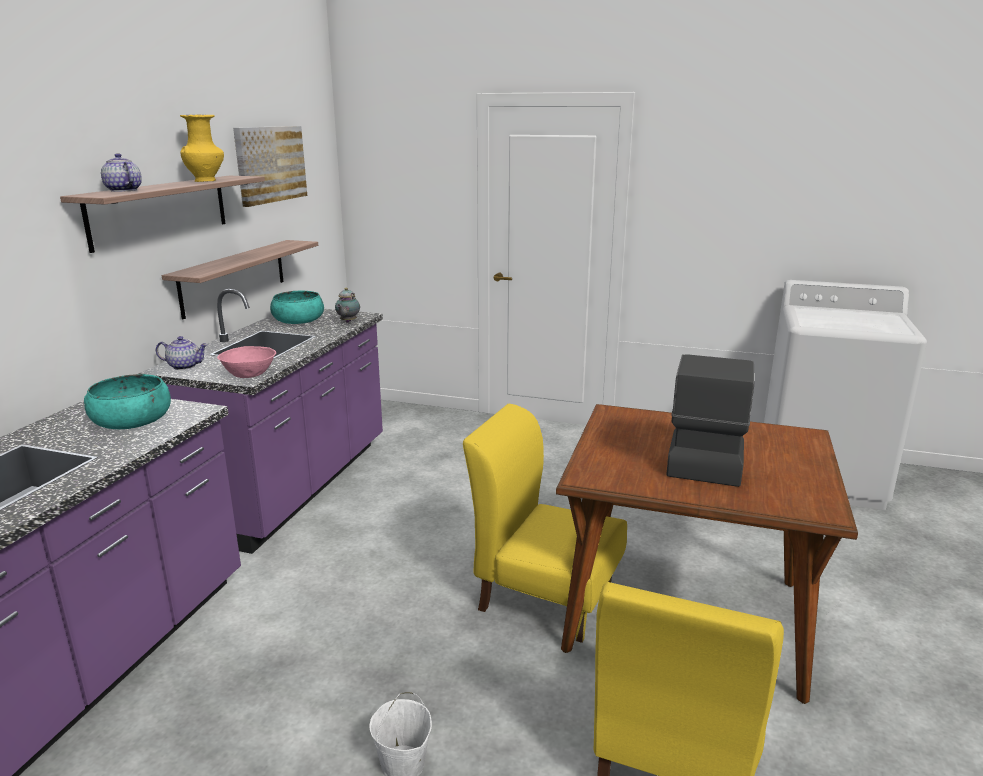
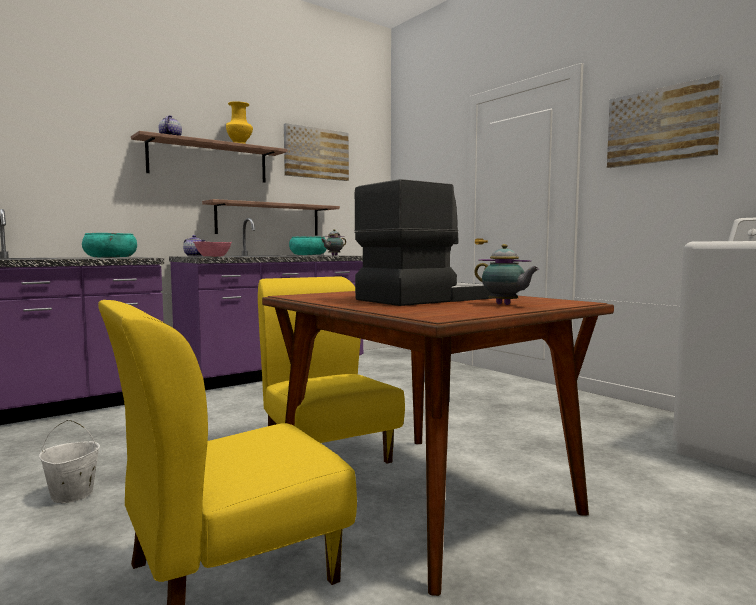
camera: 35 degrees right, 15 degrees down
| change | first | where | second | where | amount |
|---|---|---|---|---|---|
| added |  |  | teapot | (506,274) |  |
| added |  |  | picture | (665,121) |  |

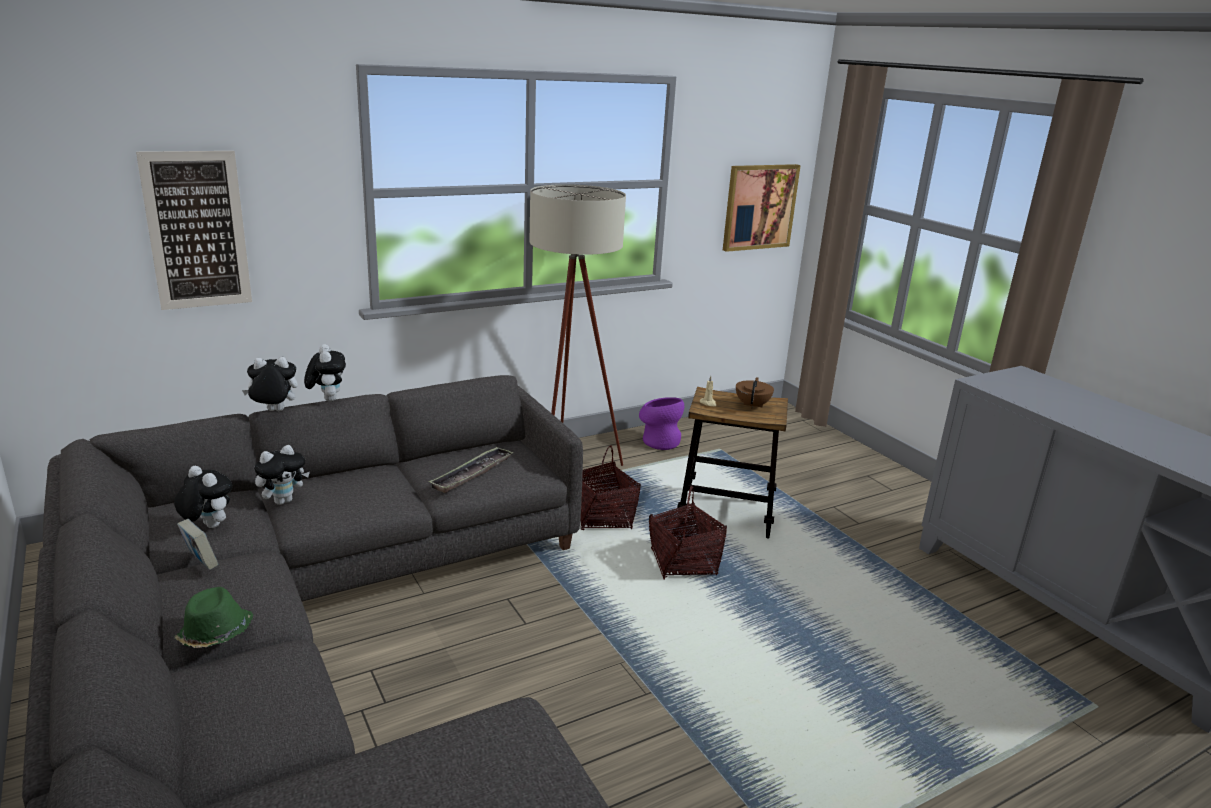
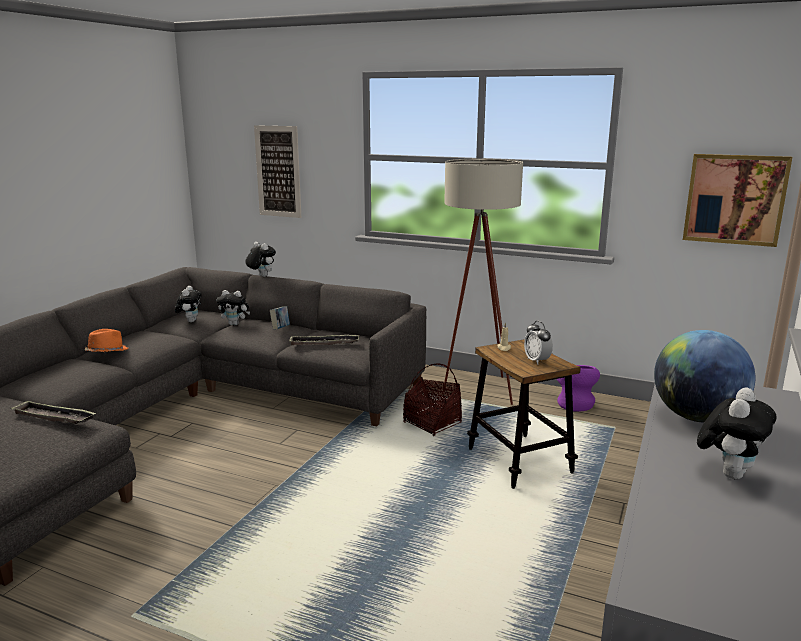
camera: 55 degrees right, 5 degrees down
| change | first | where | second | where | amount |
|---|---|---|---|---|---|
| added |  |  | tray | (53,412) |  |
| recoloured | hat (green) | (214,617) | hat (orange) | (106,340) |  |
| moved | book | (198,544) |  | (280,318) |  |
| replaced | teapot (brown) | (755,393) | alarm clock | (538,342) |  |
| added |  |  | globe | (704,376) |  |
| moved | plush toy | (325,372) |  | (737,433) |  |
| removed | basket | (688,533) |  |  |  |

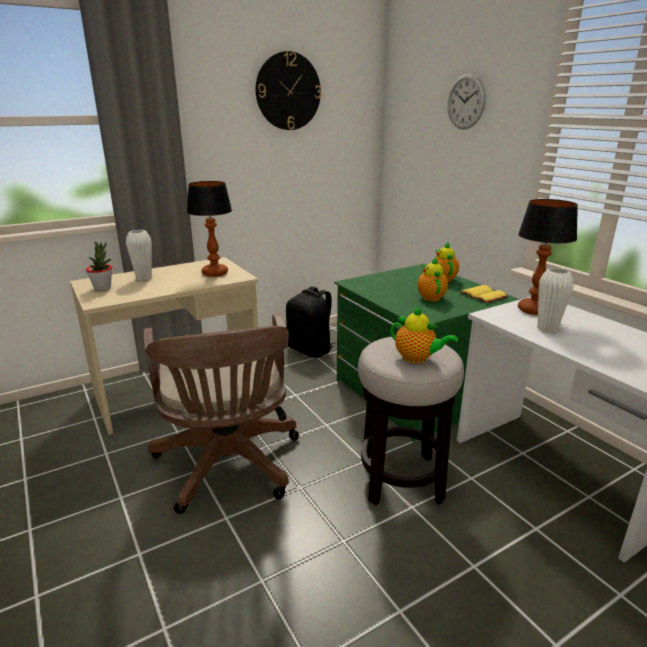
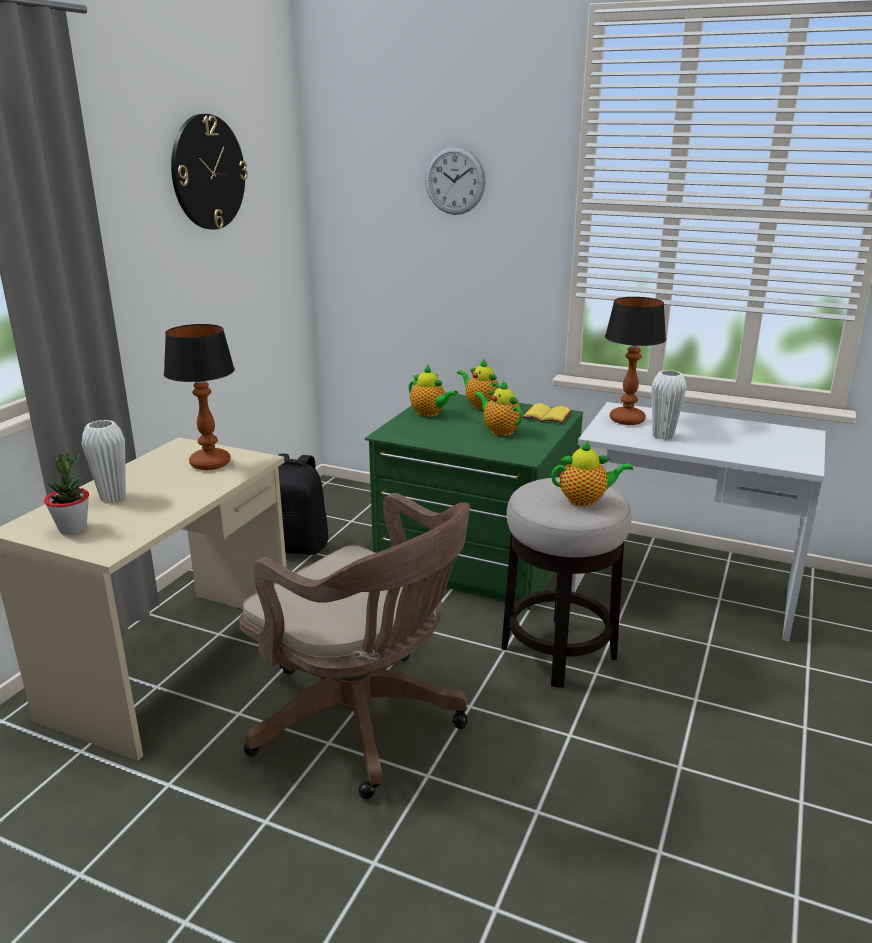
camera: 35 degrees left, 0 degrees up
| change | first | where | second | where | amount |
|---|---|---|---|---|---|
| added |  |  | teapot | (433,391) |  |

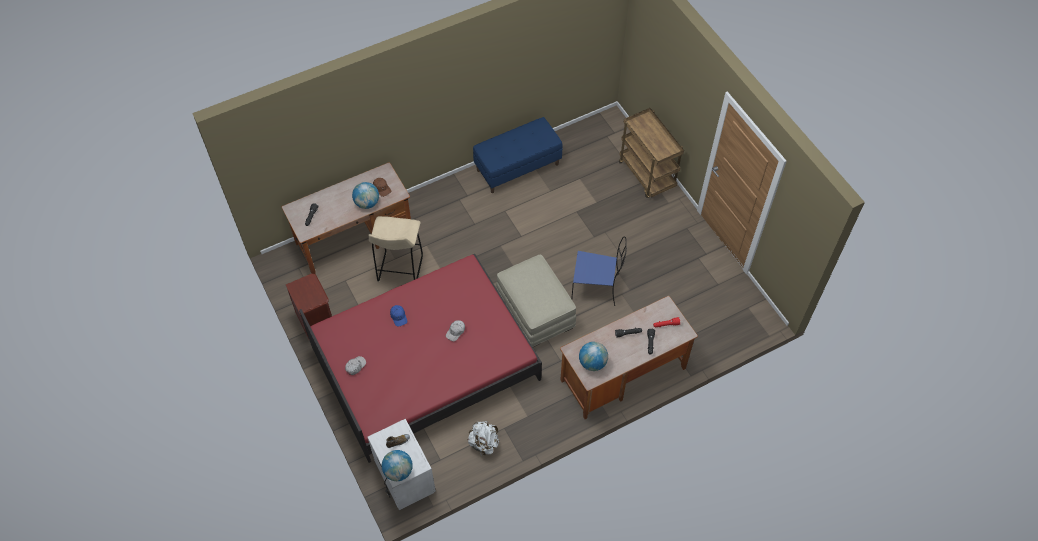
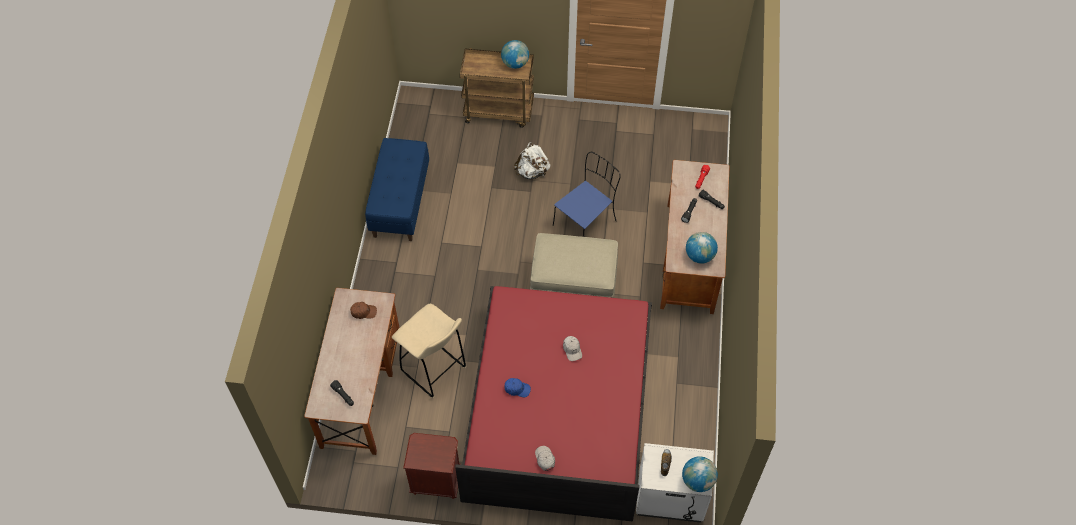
camera: 55 degrees left, 0 degrees up
| change | first | where | second | where | amount |
|---|---|---|---|---|---|
| moved | globe | (365,195) |  | (515,54) |  |
| moved | backpack (white) | (483,438) |  | (532,160) |  |

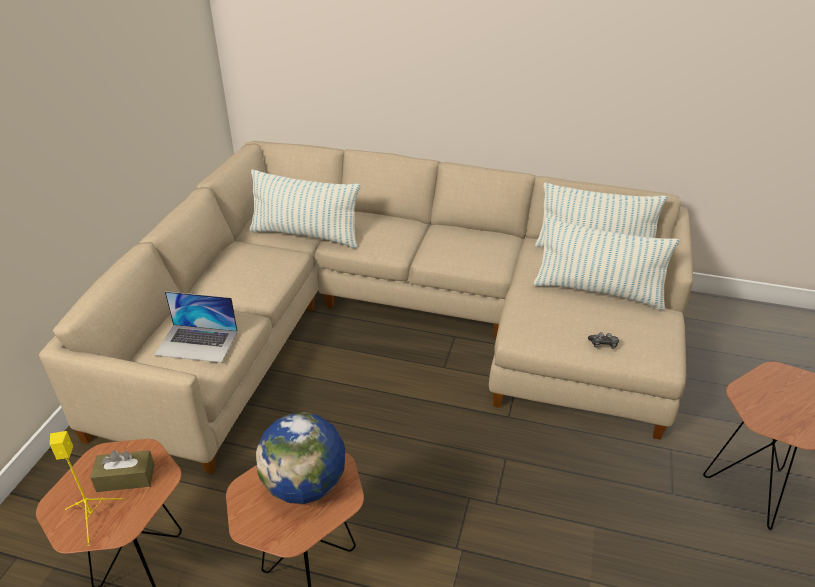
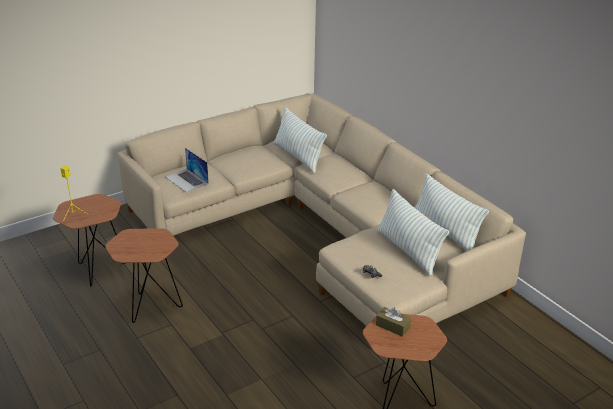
camera: 40 degrees right, 5 degrees down
| change | first | where | second | where | amount |
|---|---|---|---|---|---|
| moved | tissue box (brown) | (122,471) |  | (393,322) |  |
| removed | globe | (300,458) |  |  |  |

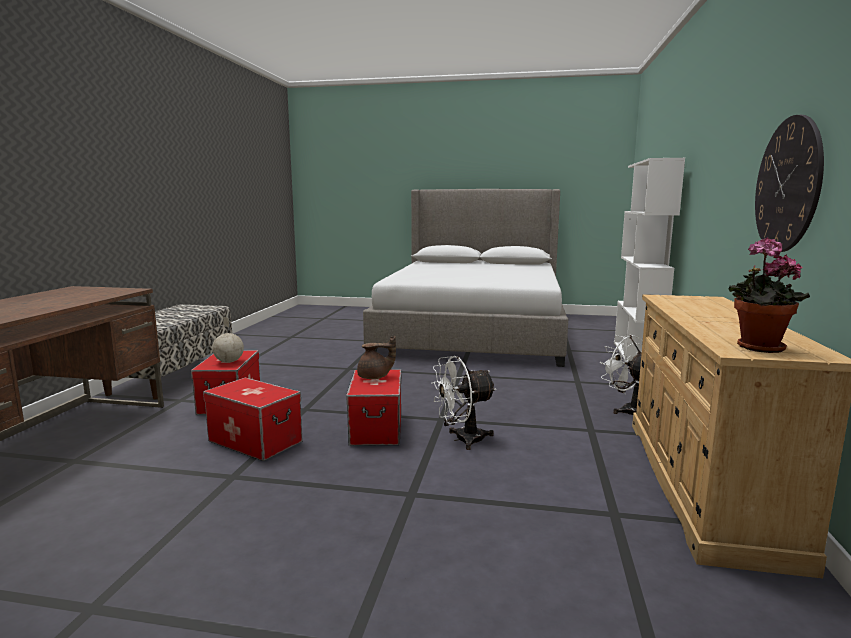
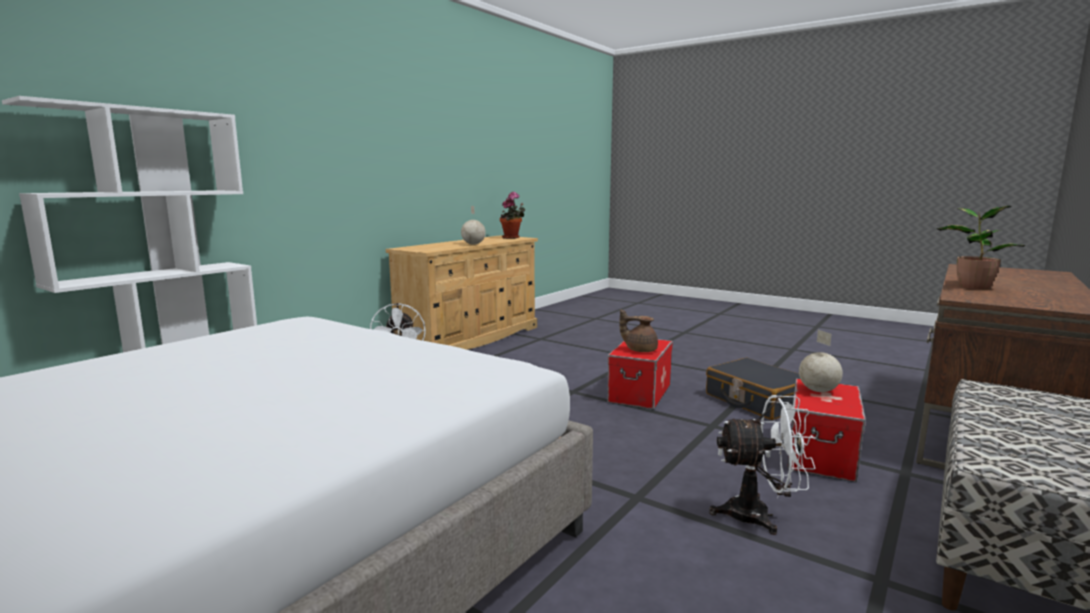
camera: 155 degrees left, 0 degrees up
| change | first | where | second | where | amount |
|---|---|---|---|---|---|
| added |  |  | globe | (473,225) |  |
| replaced | storage box | (252,419) | suitcase (black) | (753,389) |  |
| moved | fan (white) | (463,403) |  | (762,465) |  |
| added |  |  | potted plant | (981,247) |  |
| removed | wall clock | (789,183) |  |  |  |

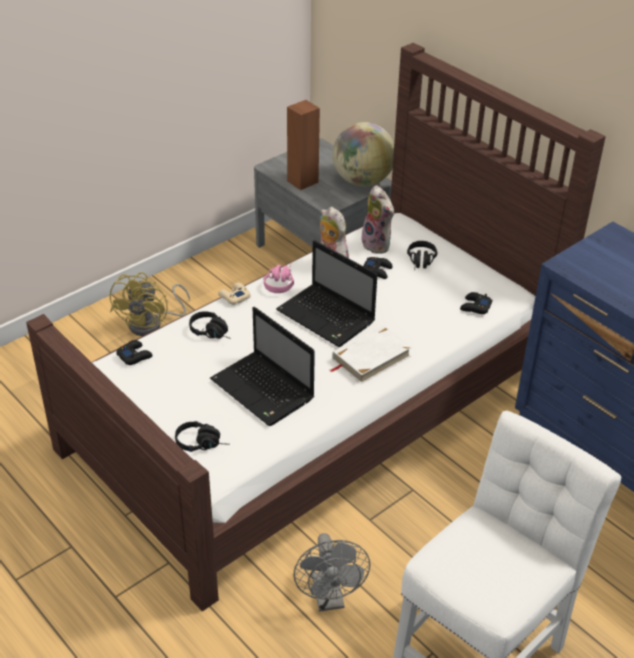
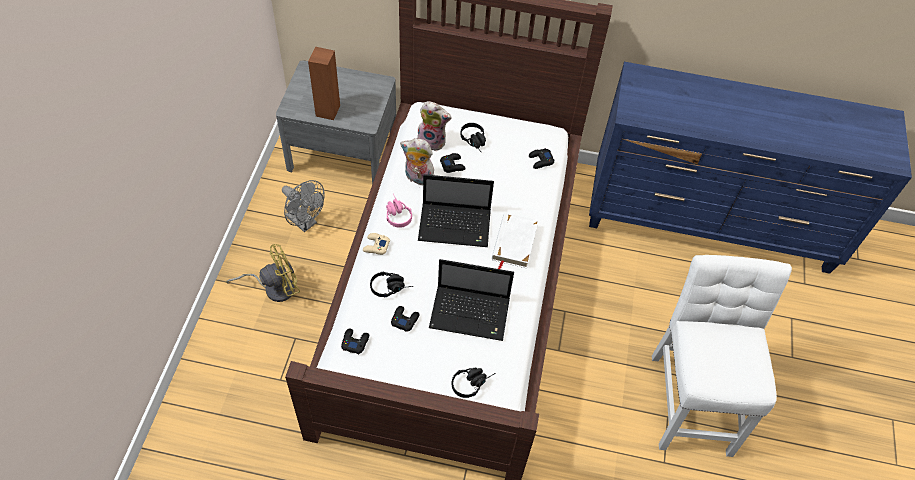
camera: 40 degrees left, 15 degrees up
| change | first | where | second | where | amount |
|---|---|---|---|---|---|
| turned | fan (yellow) | (150,304) |  | (263,273) | 90 degrees counterclockwise |
| moved | fan (grey) | (331,572) |  | (303,206) |  |
| added |  |  | game controller (black) | (405,319) |  |
| removed | globe | (363,154) |  |  |  |

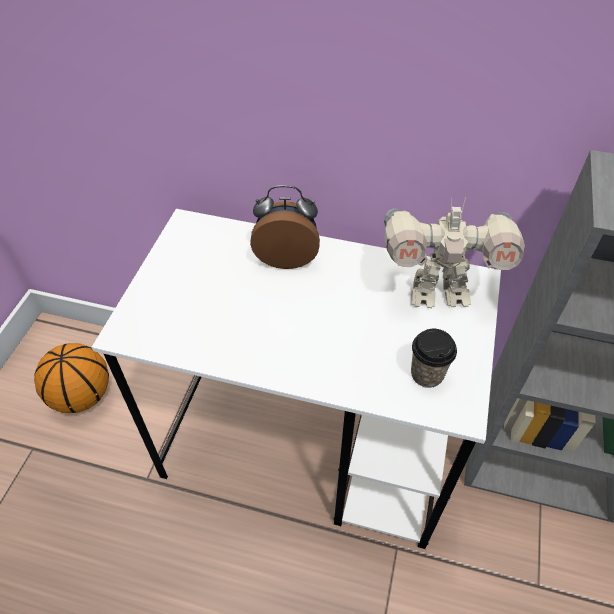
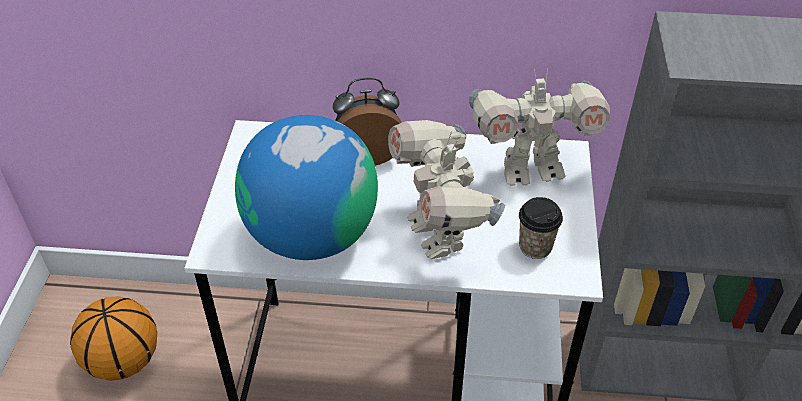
camera: 10 degrees left, 5 degrees down
| change | first | where | second | where | amount |
|---|---|---|---|---|---|
| added |  |  | globe | (306,187) |  |
| added |  |  | toy robot | (446,189) |  |

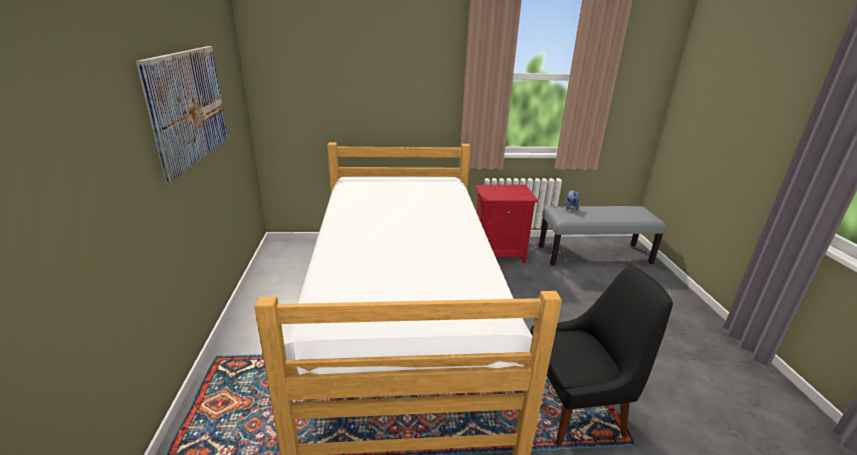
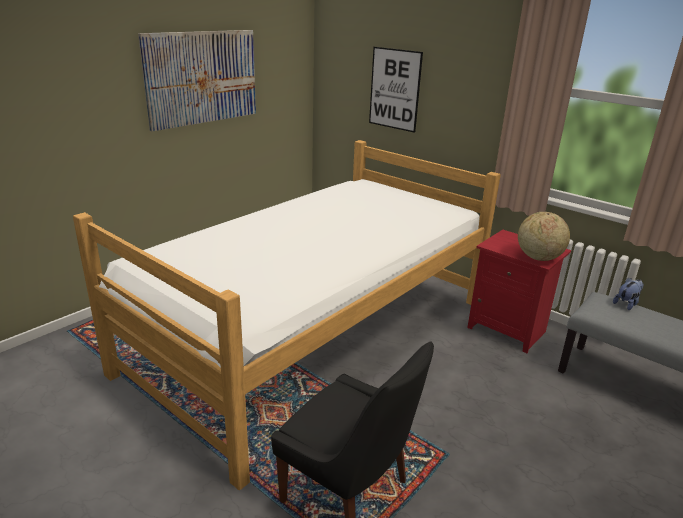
camera: 45 degrees right, 0 degrees up
| change | first | where | second | where | amount |
|---|---|---|---|---|---|
| added |  |  | picture | (396,90) |  |
| added |  |  | globe | (544,236) |  |

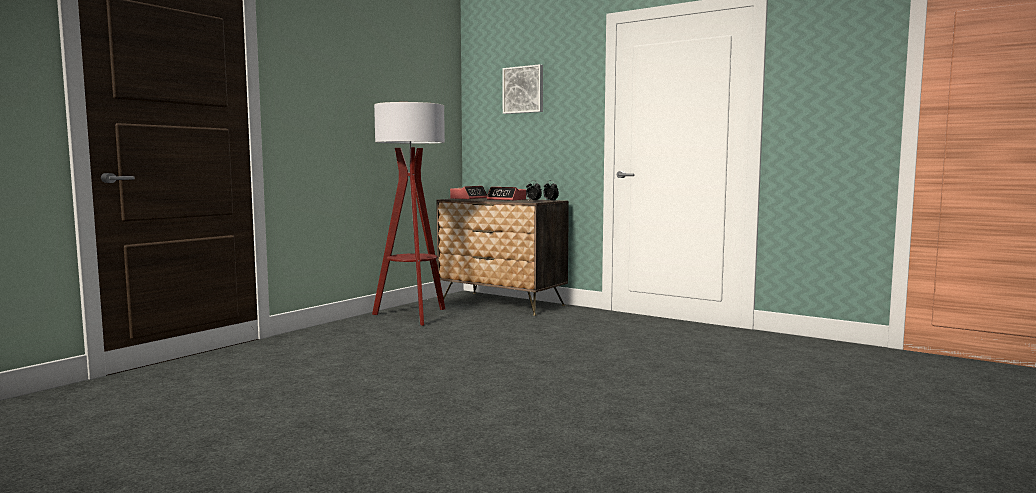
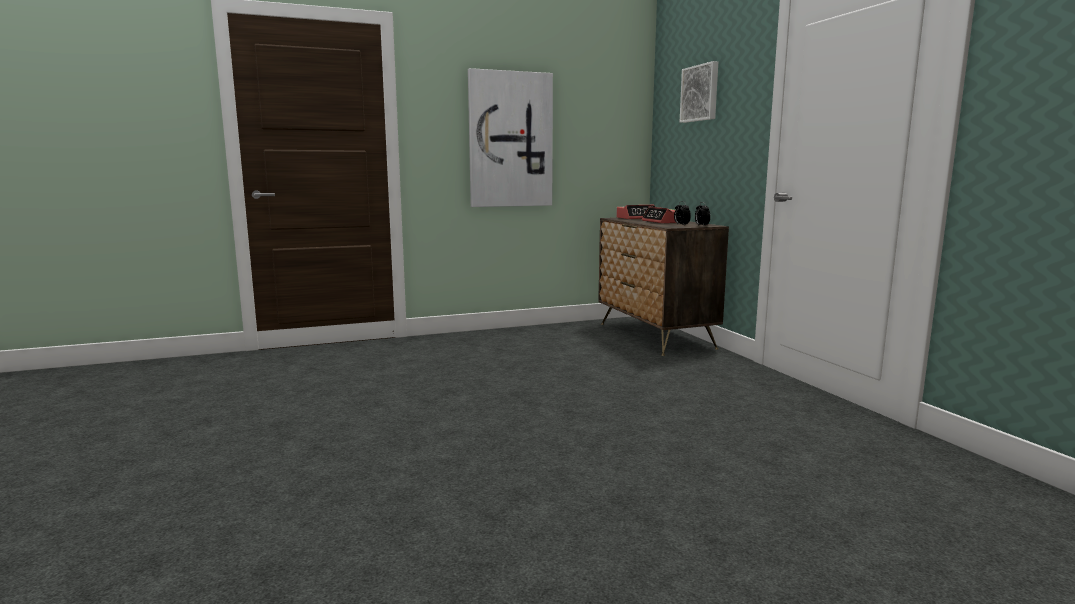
camera: 35 degrees right, 5 degrees up
| change | first | where | second | where | amount |
|---|---|---|---|---|---|
| added |  |  | picture | (510,137) |  |
| removed | floor lamp | (408,214) |  |  |  |

